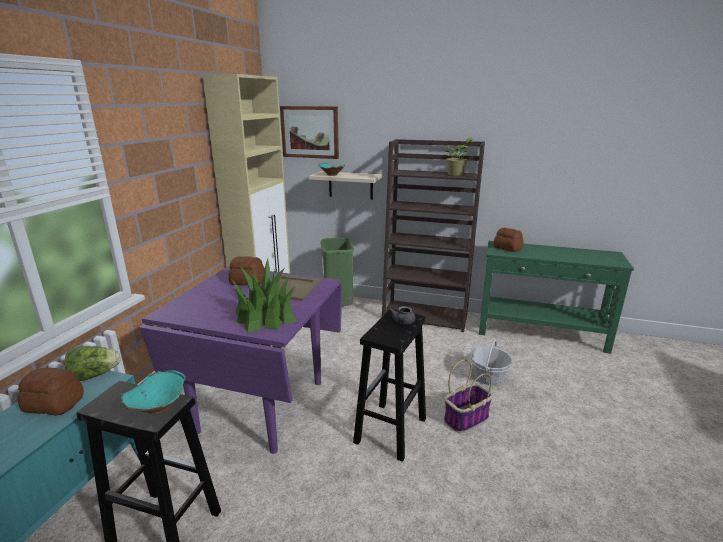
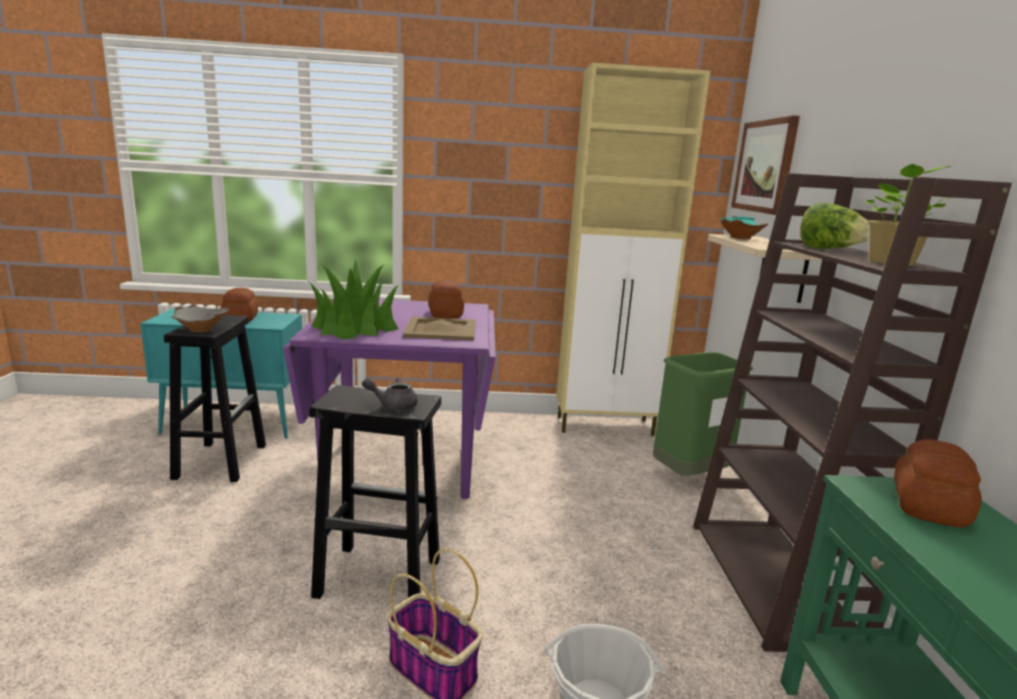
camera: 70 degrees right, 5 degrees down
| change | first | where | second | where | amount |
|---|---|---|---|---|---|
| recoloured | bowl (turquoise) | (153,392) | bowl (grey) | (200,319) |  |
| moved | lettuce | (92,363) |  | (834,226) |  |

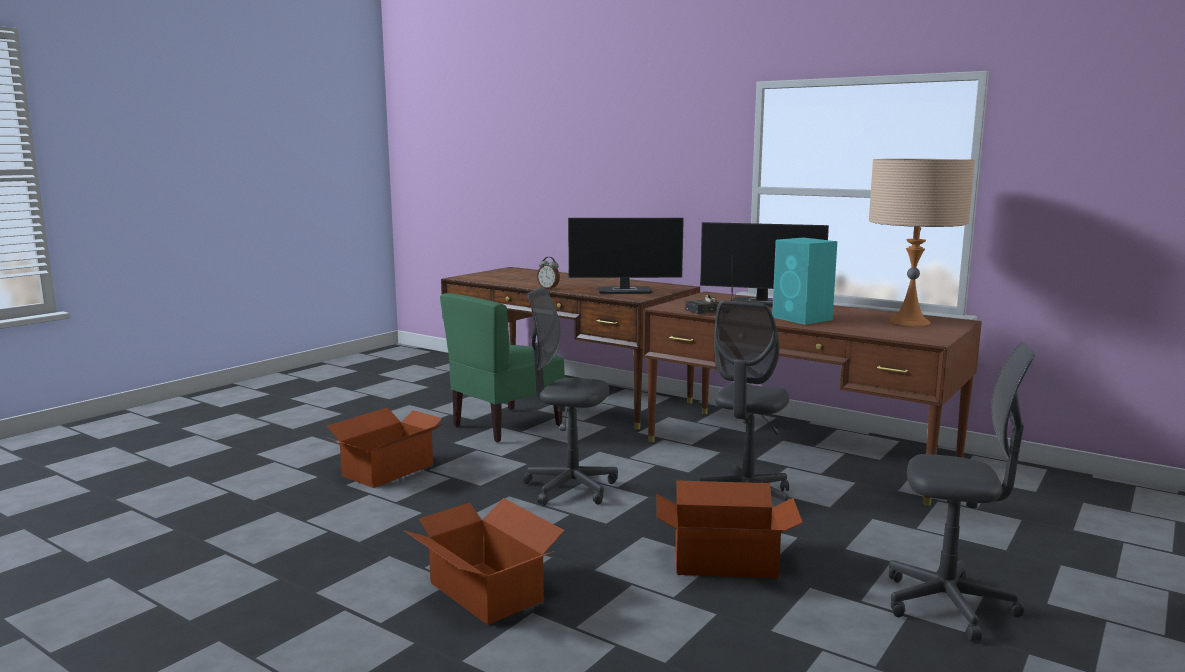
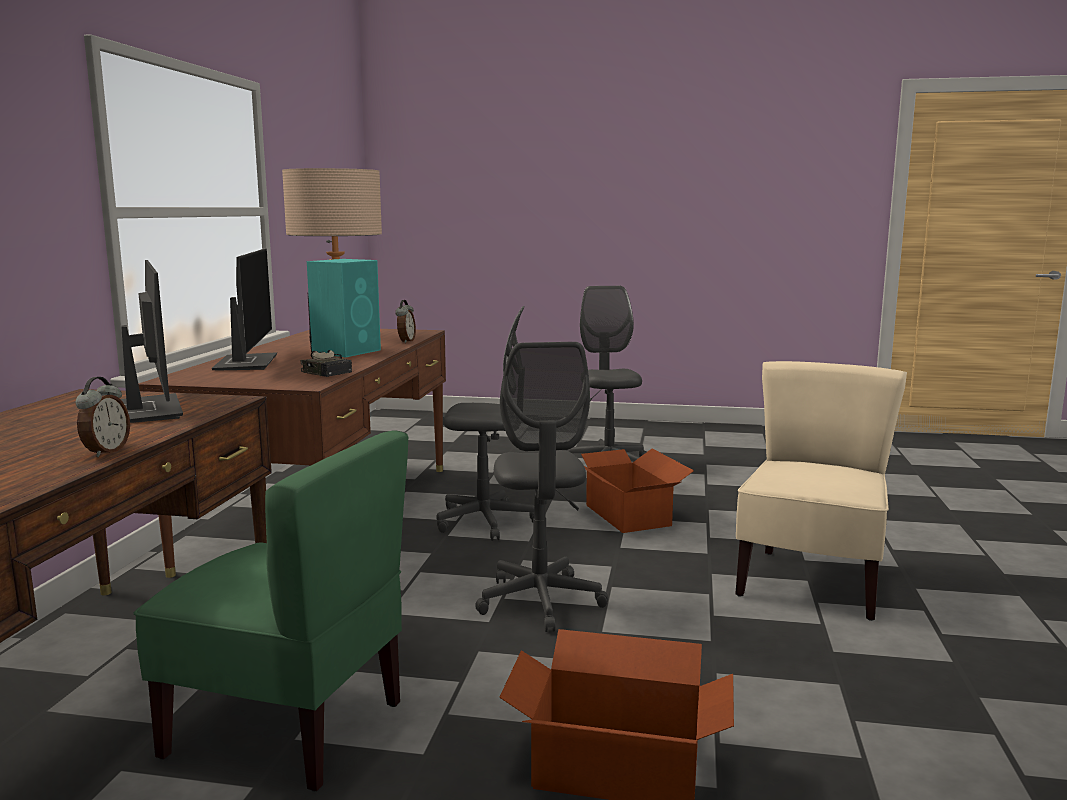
camera: 115 degrees left, 0 degrees up
| change | first | where | second | where | amount |
|---|---|---|---|---|---|
| added |  |  | alarm clock | (405,321) |  |
| replaced | cardboard box | (484,561) | chair (beige) | (821,491) |  |

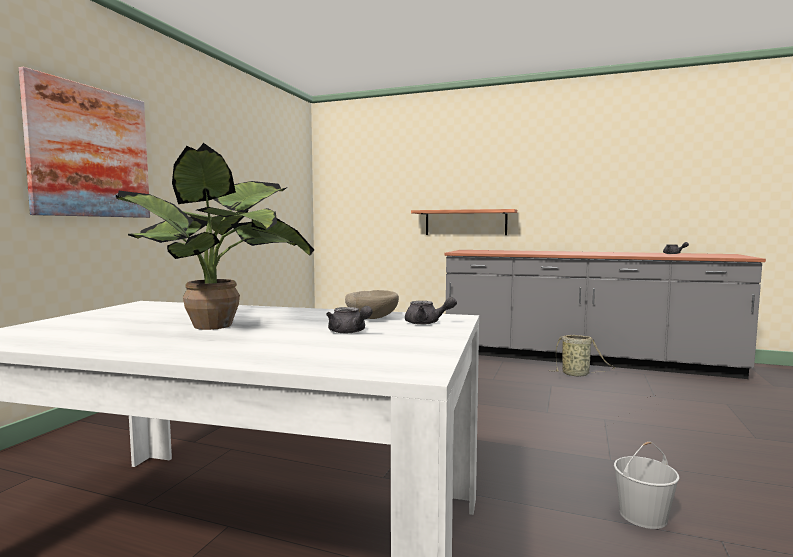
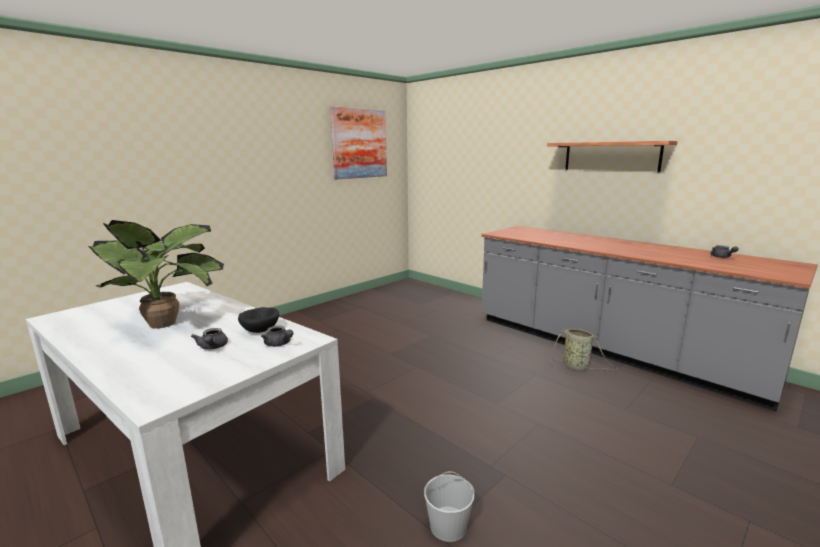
camera: 25 degrees right, 10 degrees up
| change | first | where | second | where | amount |
|---|---|---|---|---|---|
| recoloured | bowl (beige) | (372,304) | bowl (black) | (258,320) |  |
| moved | picture | (84,142) |  | (358,142) |  |
| moved | shelf | (464,222) |  | (612,156) |  |

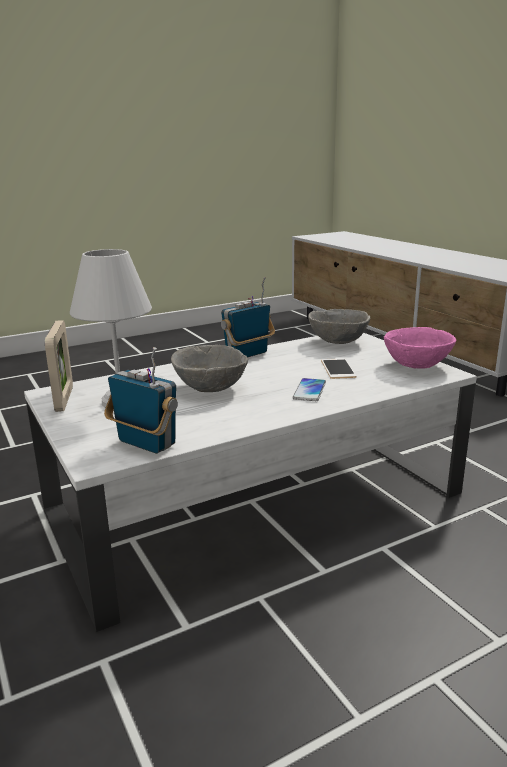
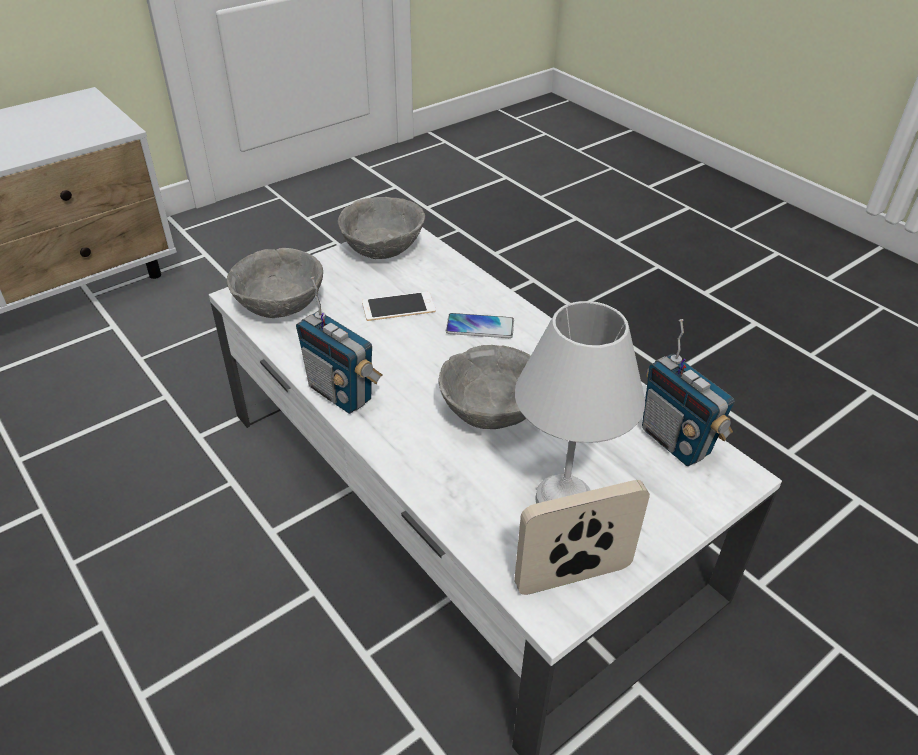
camera: 100 degrees left, 20 degrees up
| change | first | where | second | where | amount |
|---|---|---|---|---|---|
| recoloured | bowl (pink) | (420,348) | bowl (grey) | (381,228) |  |
| turned | radio | (141,400) |  | (688,392) | 60 degrees counterclockwise |

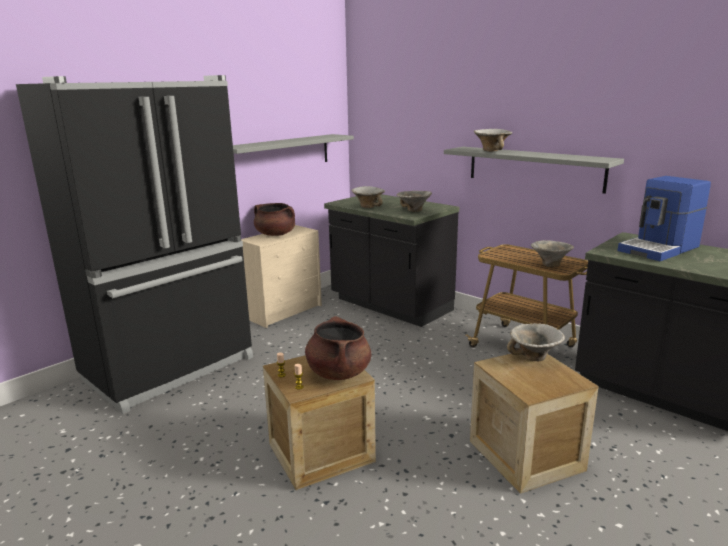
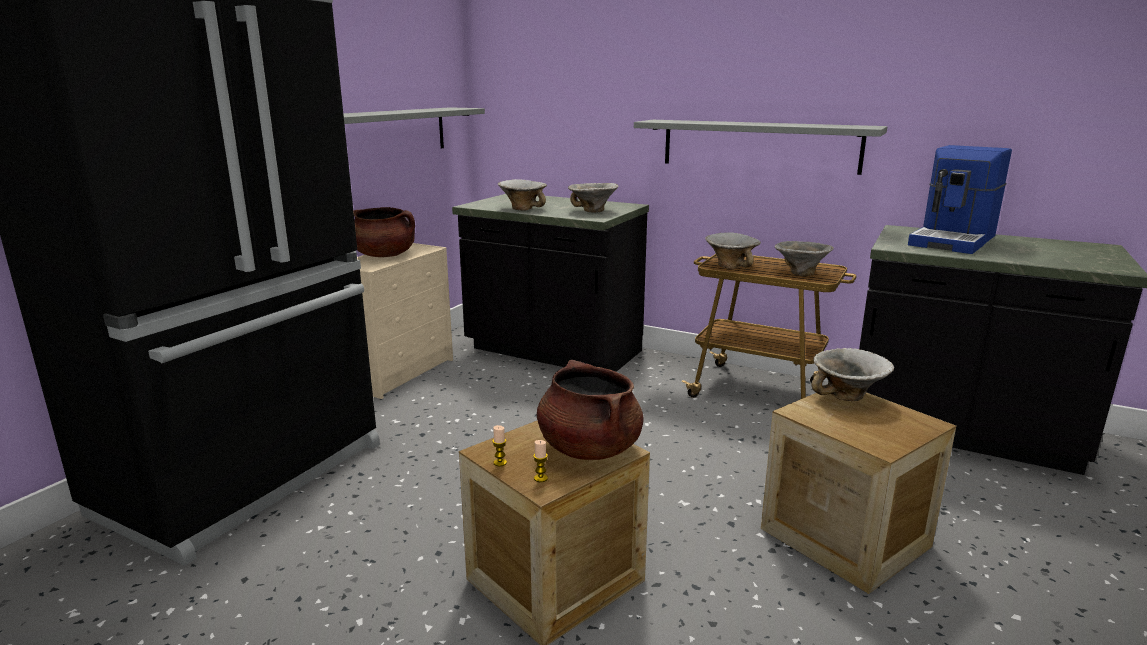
camera: 15 degrees left, 0 degrees up
| change | first | where | second | where | amount |
|---|---|---|---|---|---|
| moved | bowl | (493,140) |  | (733,250) |  |

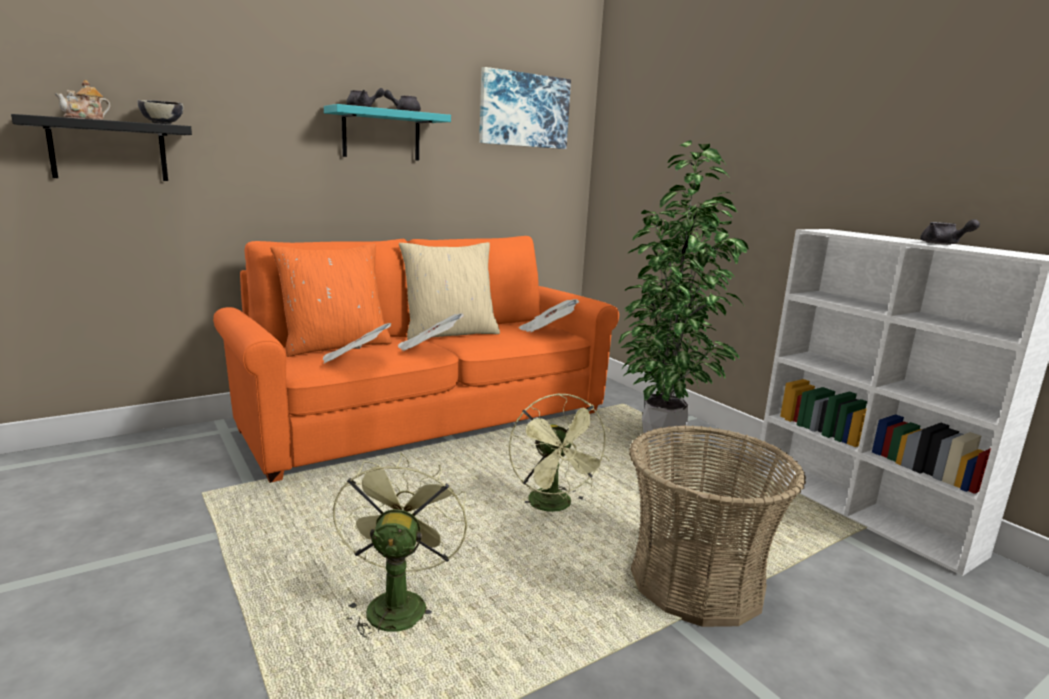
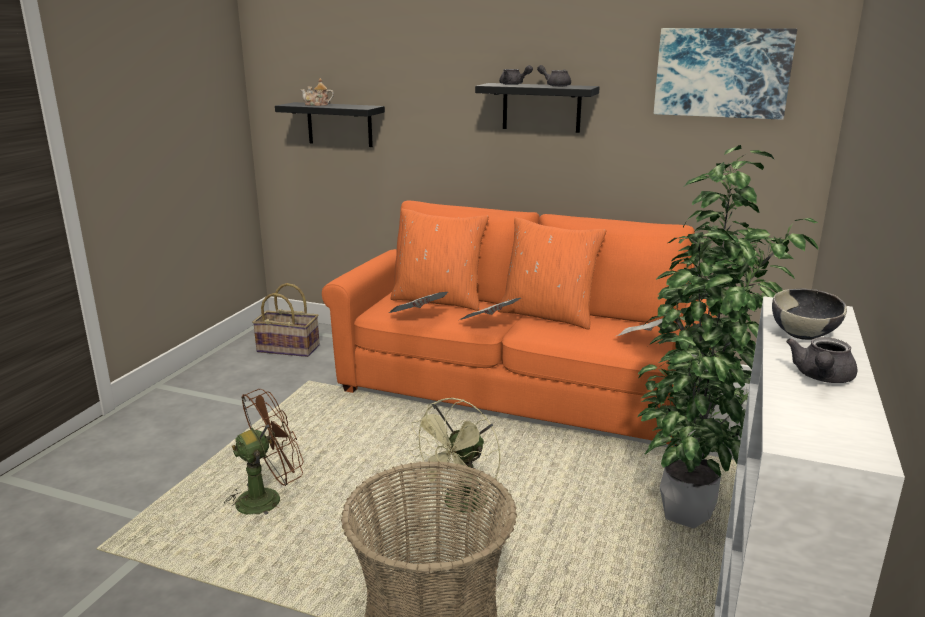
camera: 55 degrees right, 5 degrees up
| change | first | where | second | where | amount |
|---|---|---|---|---|---|
| recoloured | fan (green) | (400,545) | fan (brown) | (264,452) |  |
| added |  |  | basket | (286,320) |  |
| recoloured | shelf (turquoise) | (387,132) | shelf (black) | (537,108) |  |
| recoloured | pillow (beige) | (449,291) | pillow (orange) | (552,273) |  |
| moved | bowl | (160,112) |  | (809,314) |  |

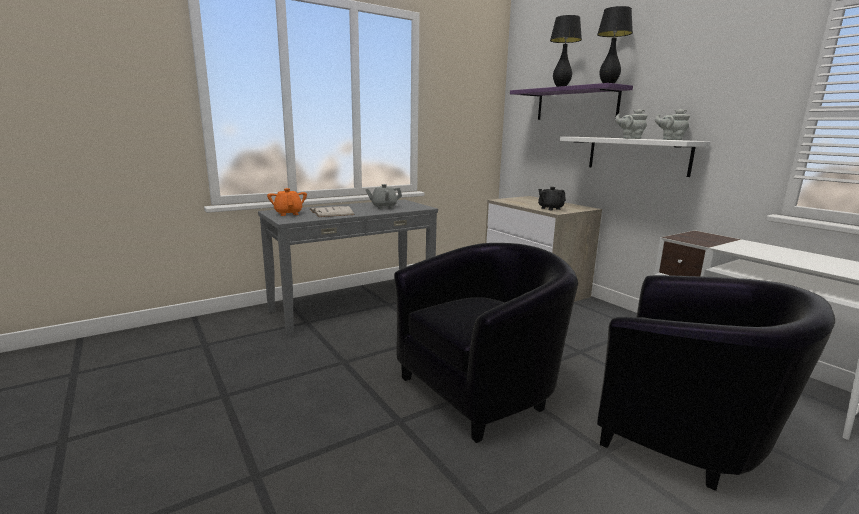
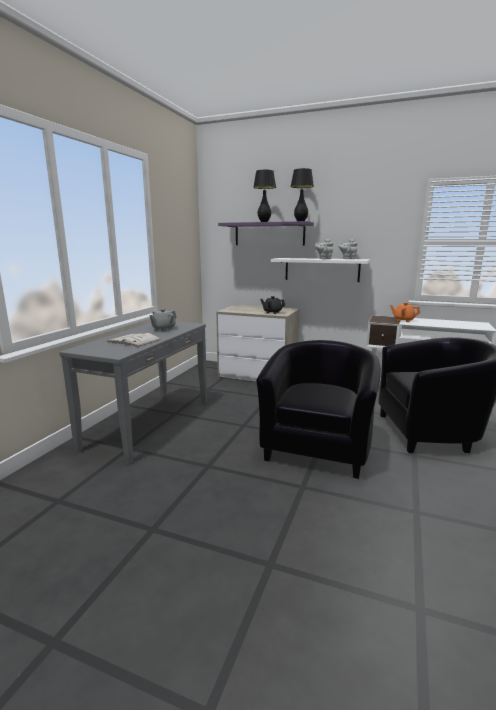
camera: 35 degrees left, 0 degrees up
| change | first | where | second | where | amount |
|---|---|---|---|---|---|
| moved | teapot (orange) | (287,202) |  | (405,312) |  |

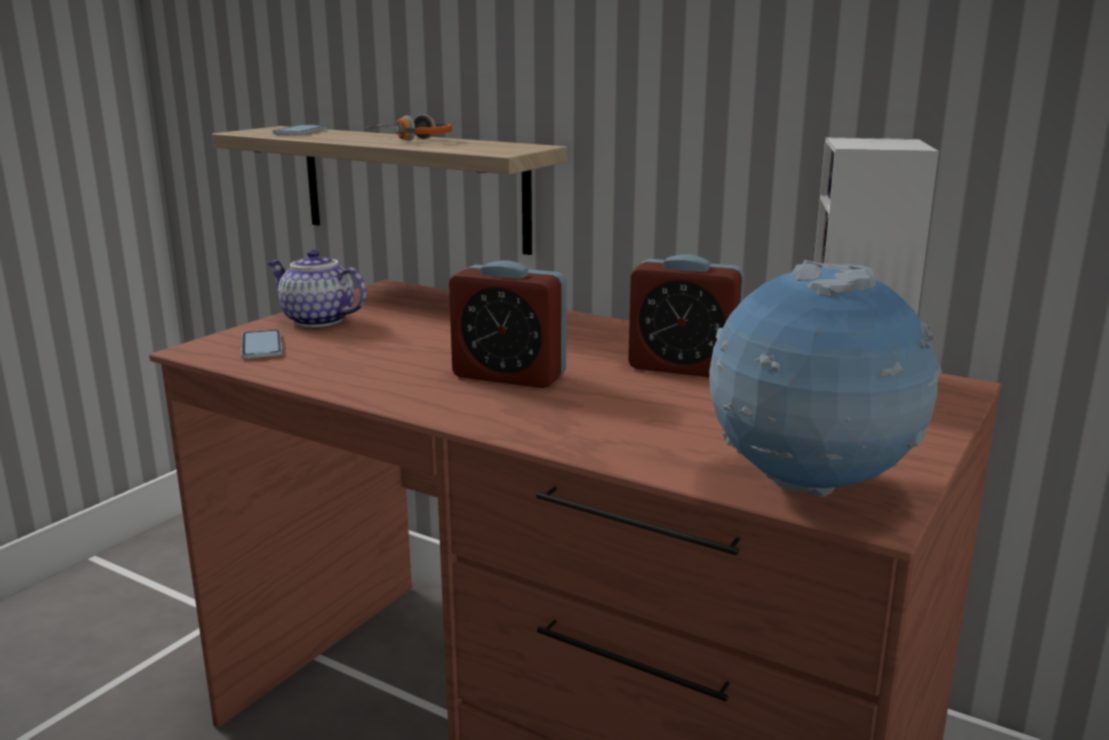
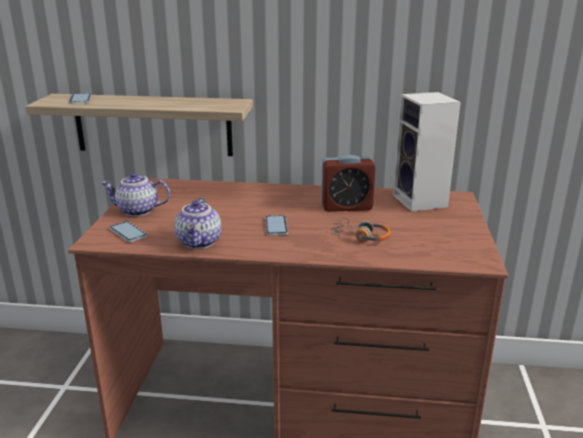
camera: 25 degrees left, 5 degrees up
| change | first | where | second | where | amount |
|---|---|---|---|---|---|
| added |  |  | teapot | (198,223) |  |
| replaced | alarm clock | (508,324) | phone | (276,225) |  |
| moved | headphones | (408,127) |  | (361,230) |  |
| removed | globe | (825,378) |  |  |  |

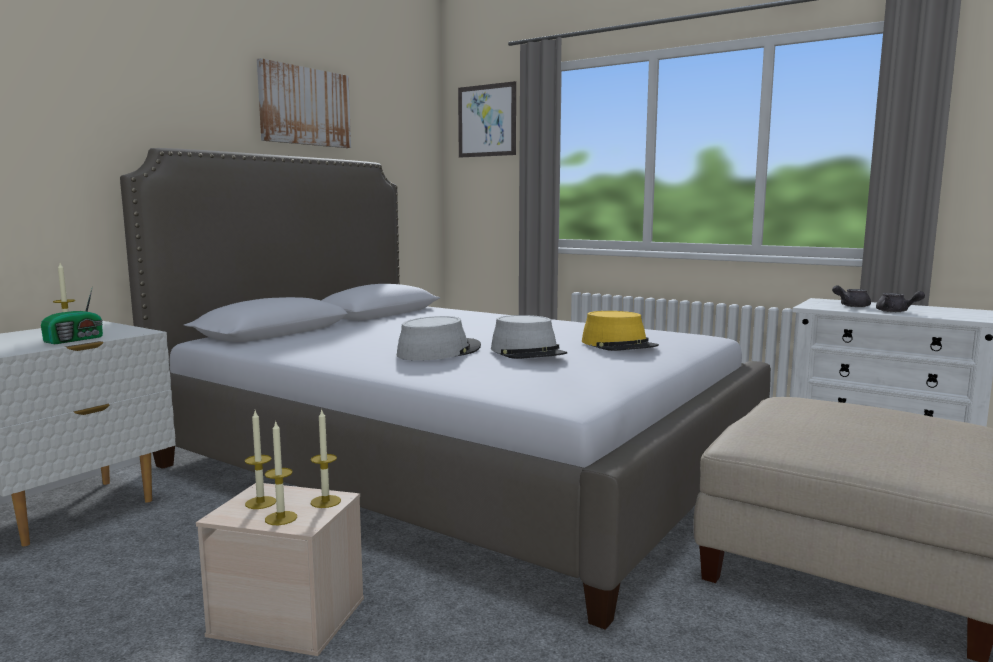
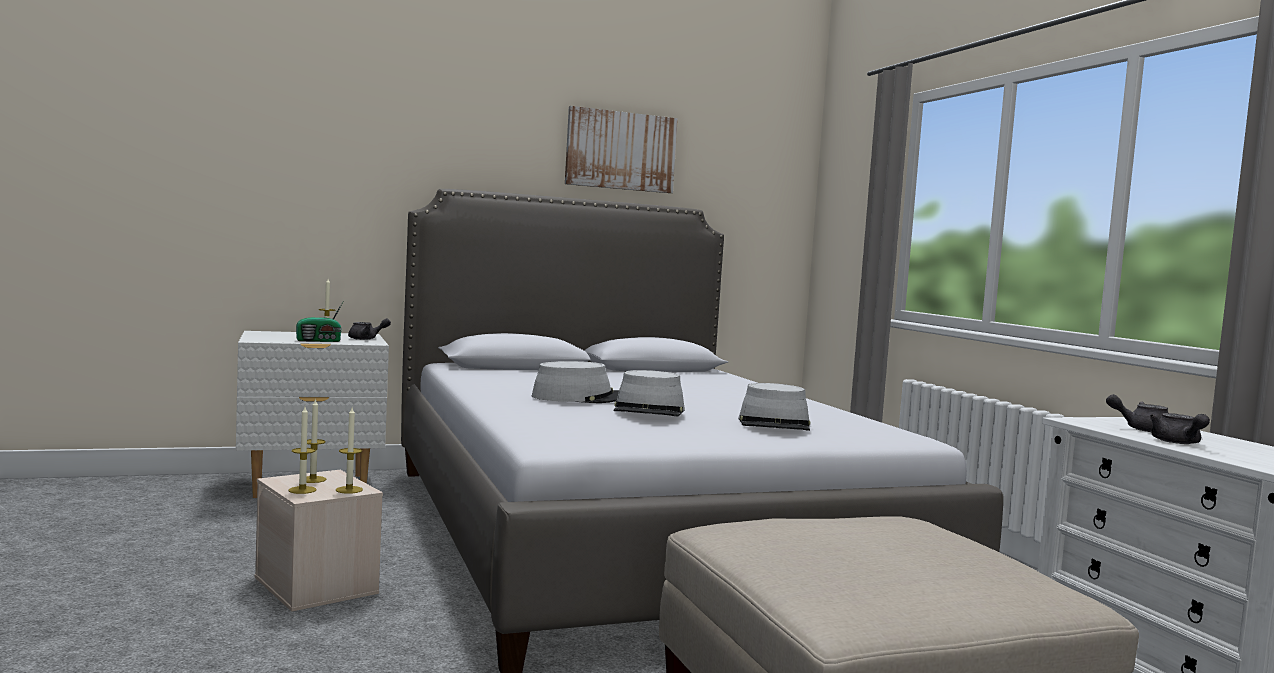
camera: 35 degrees right, 5 degrees down
| change | first | where | second | where | amount |
|---|---|---|---|---|---|
| added |  |  | teapot (grey) | (369,329) |  |
| recoloured | hat (yellow) | (620,331) | hat (grey) | (774,407) |  |
| removed | picture | (487,119) |  |  |  |

